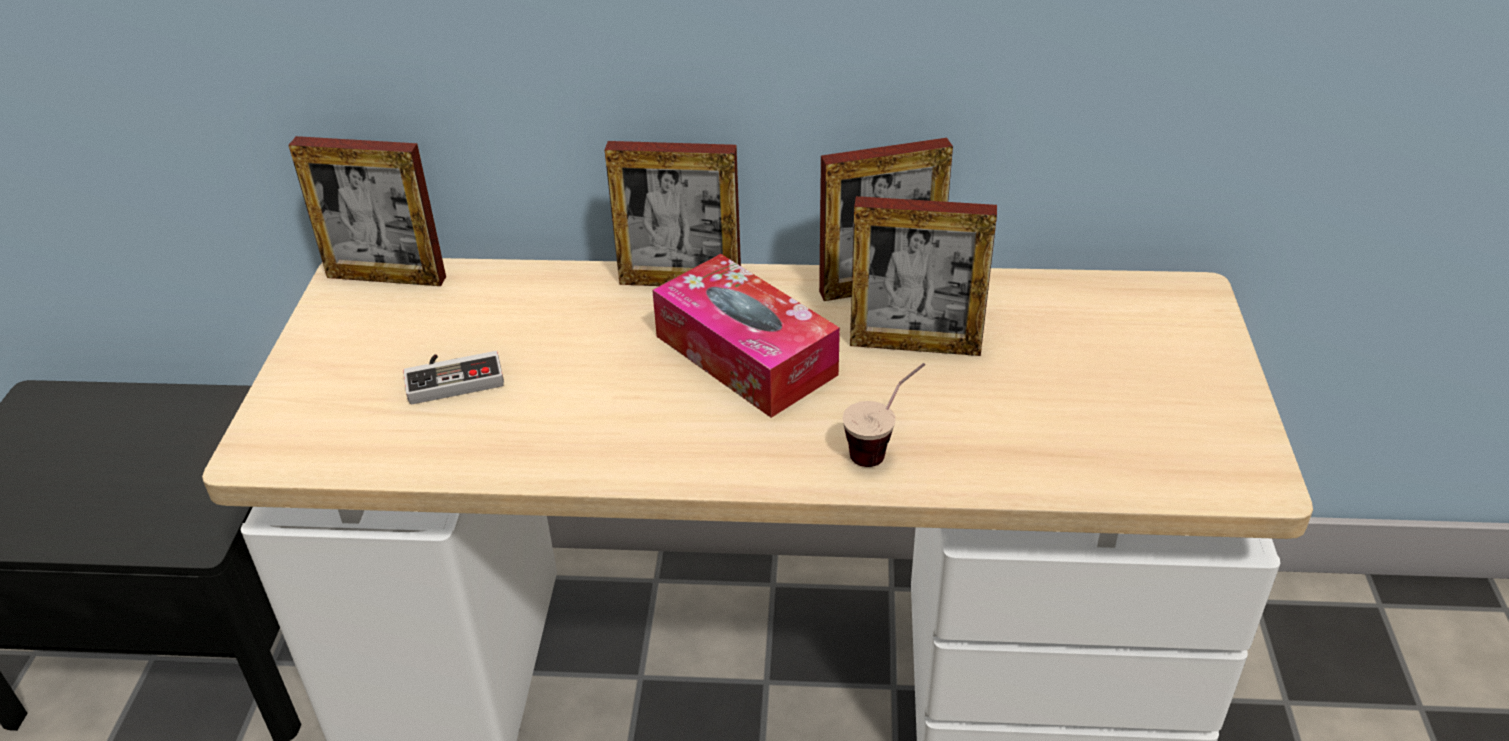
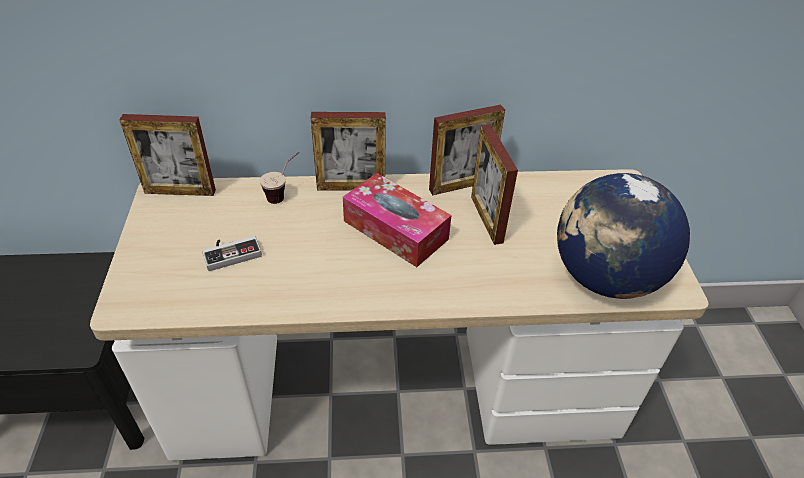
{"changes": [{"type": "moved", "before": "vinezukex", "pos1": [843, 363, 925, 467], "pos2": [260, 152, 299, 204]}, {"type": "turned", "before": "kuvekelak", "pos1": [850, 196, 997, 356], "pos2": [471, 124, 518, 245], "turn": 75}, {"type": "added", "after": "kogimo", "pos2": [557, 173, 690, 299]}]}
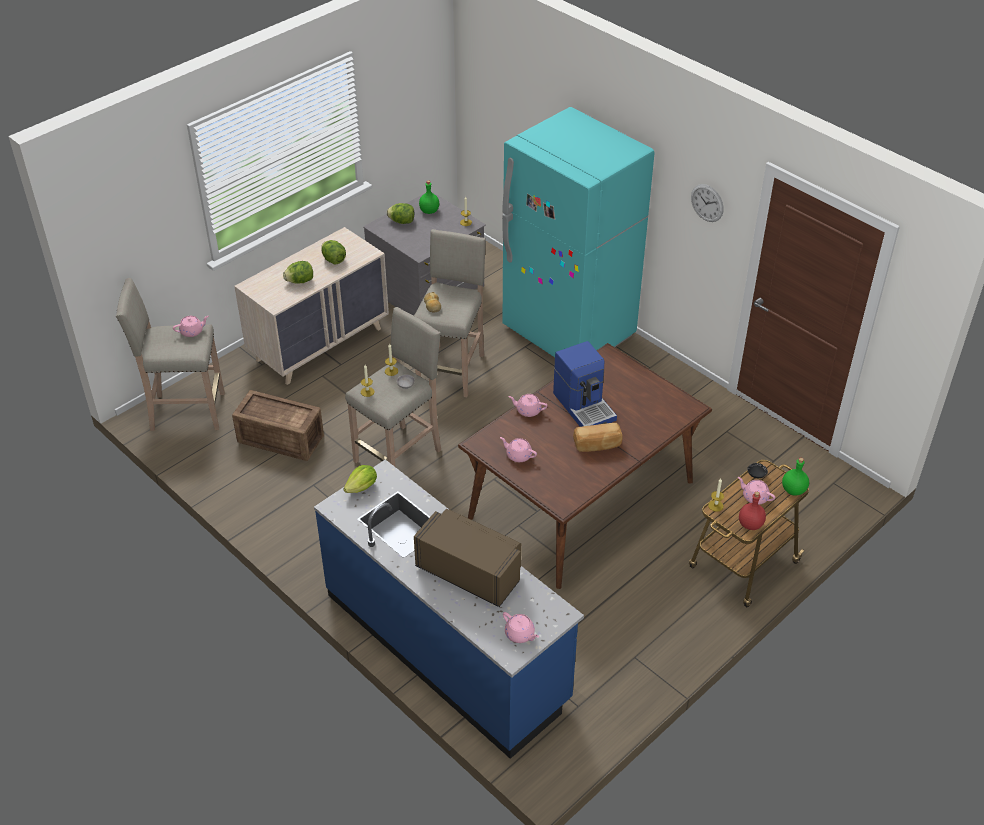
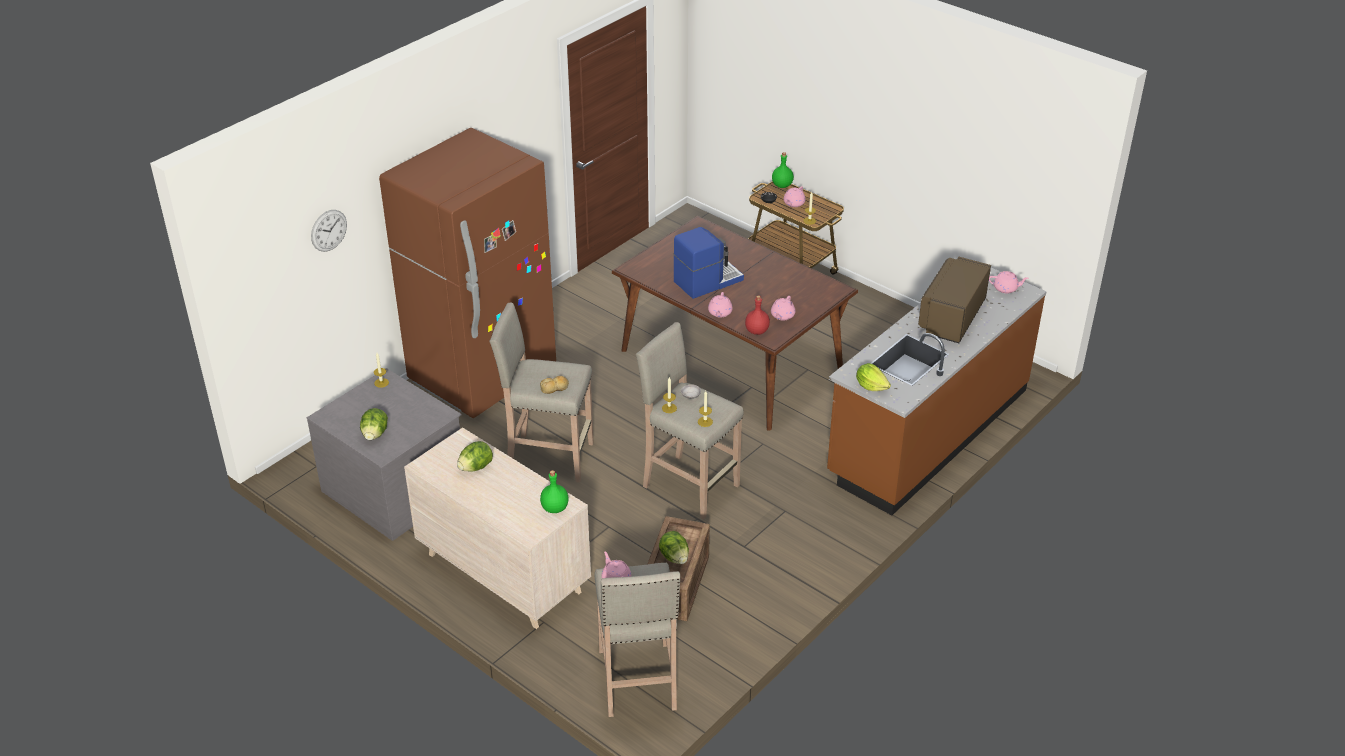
{"changes": [{"type": "moved", "before": "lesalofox", "pos1": [283, 261, 313, 284], "pos2": [659, 531, 689, 564]}, {"type": "recoloured", "before": "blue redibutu", "after": "brown redibutu", "pos1": [314, 459, 584, 759], "pos2": [827, 260, 1047, 515]}, {"type": "moved", "before": "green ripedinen", "pos1": [419, 180, 439, 214], "pos2": [540, 470, 569, 513]}, {"type": "recoloured", "before": "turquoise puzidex", "after": "brown puzidex", "pos1": [502, 107, 655, 357], "pos2": [379, 128, 556, 418]}, {"type": "turned", "before": "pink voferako", "pos1": [503, 612, 539, 643], "pos2": [989, 271, 1029, 293], "turn": 60}, {"type": "removed", "before": "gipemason", "pos1": [573, 423, 623, 452]}, {"type": "moved", "before": "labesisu", "pos1": [691, 184, 724, 222], "pos2": [311, 210, 347, 252]}, {"type": "moved", "before": "red ripedinen", "pos1": [739, 492, 766, 530], "pos2": [745, 295, 770, 335]}]}
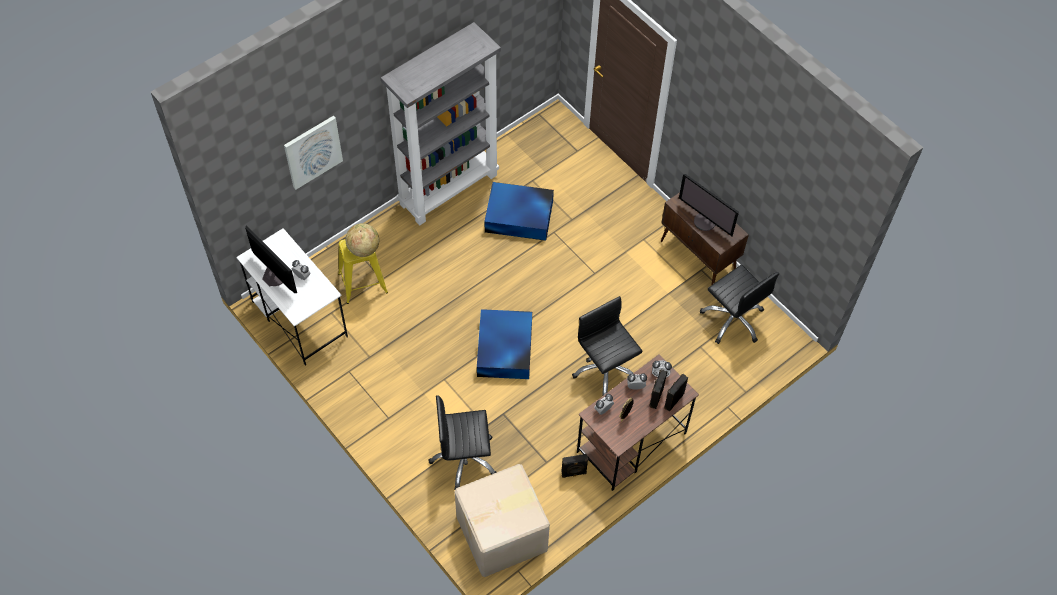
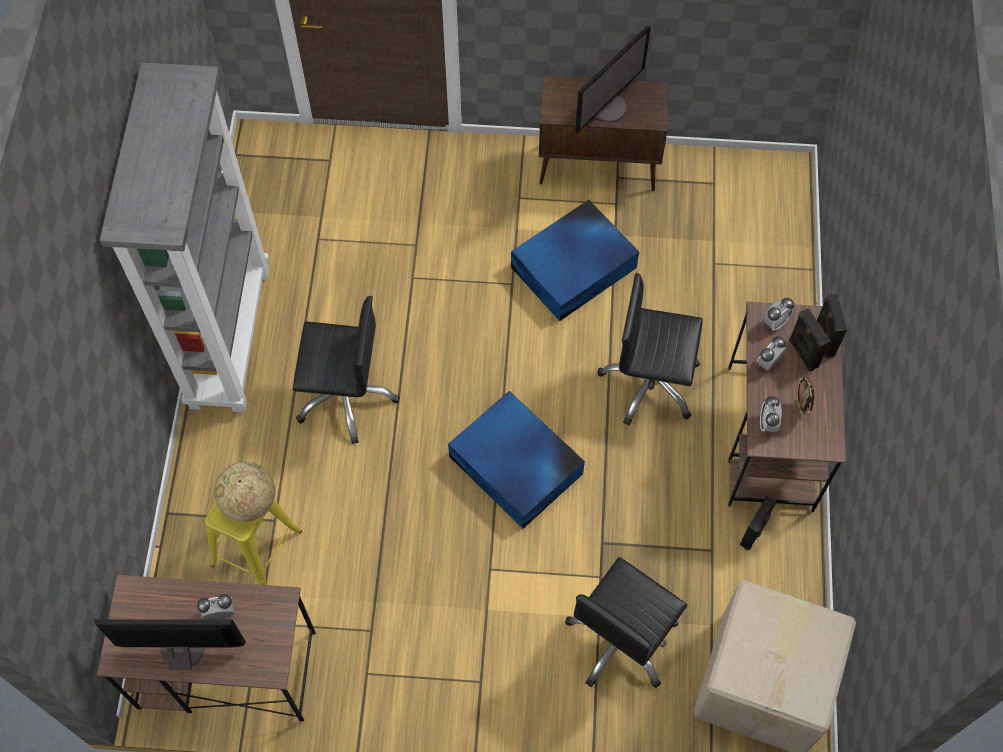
{"changes": [{"type": "recoloured", "before": "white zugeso", "after": "brown zugeso", "pos1": [236, 228, 348, 366], "pos2": [97, 575, 316, 721]}, {"type": "removed", "before": "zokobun", "pos1": [284, 116, 343, 190]}, {"type": "moved", "before": "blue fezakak", "pos1": [484, 182, 554, 241], "pos2": [511, 200, 639, 321]}, {"type": "turned", "before": "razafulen", "pos1": [679, 174, 739, 237], "pos2": [575, 26, 651, 133], "turn": -45}, {"type": "moved", "before": "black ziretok", "pos1": [700, 265, 779, 344], "pos2": [293, 296, 400, 444]}]}
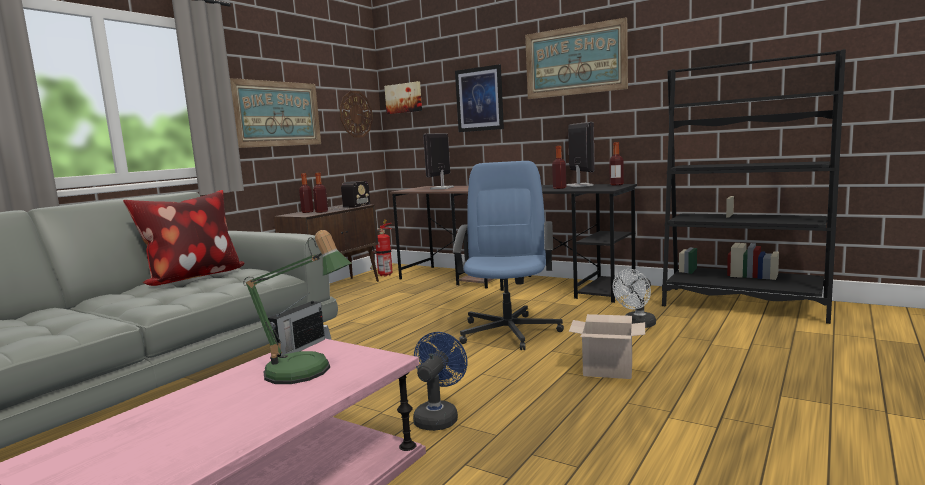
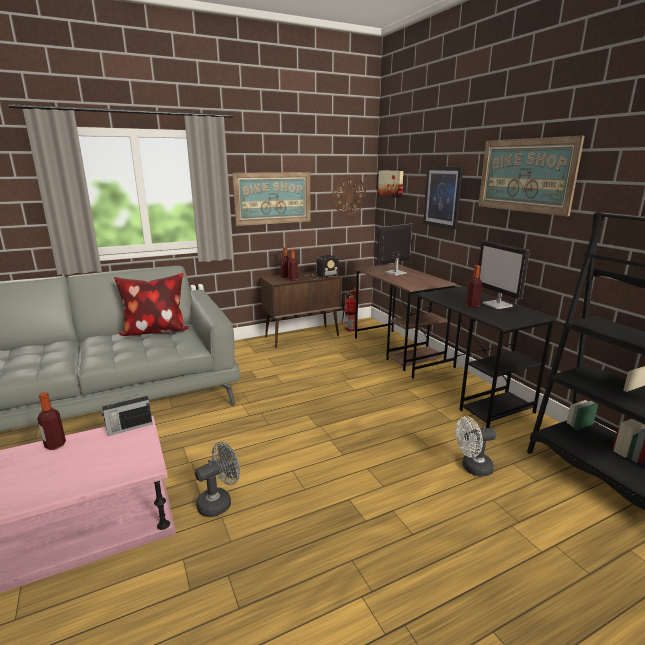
{"changes": [{"type": "removed", "before": "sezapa", "pos1": [243, 230, 351, 384]}, {"type": "recoloured", "before": "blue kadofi", "after": "grey kadofi", "pos1": [413, 332, 468, 431], "pos2": [195, 442, 240, 517]}, {"type": "removed", "before": "blue ziretok", "pos1": [453, 161, 564, 350]}, {"type": "turned", "before": "razafulen", "pos1": [566, 122, 595, 187], "pos2": [479, 240, 530, 309], "turn": 135}, {"type": "removed", "before": "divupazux", "pos1": [569, 314, 645, 379]}, {"type": "moved", "before": "ripedinen", "pos1": [609, 142, 624, 185], "pos2": [37, 392, 66, 450]}]}
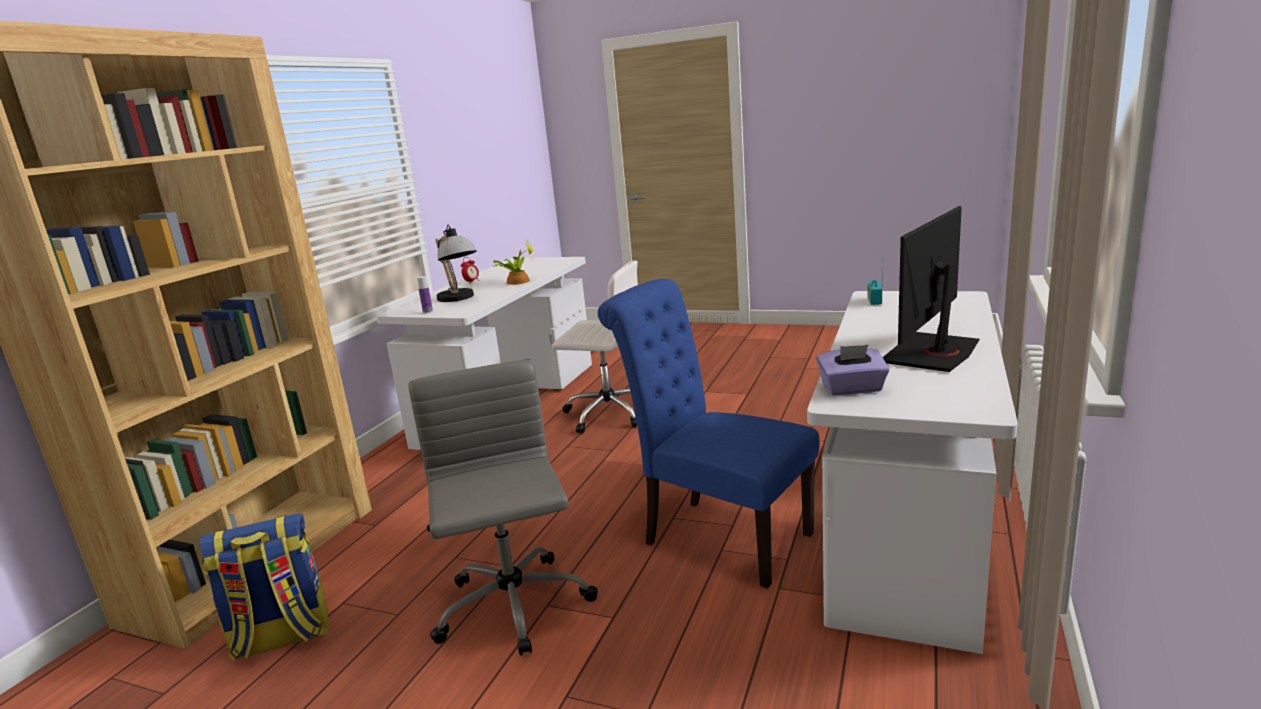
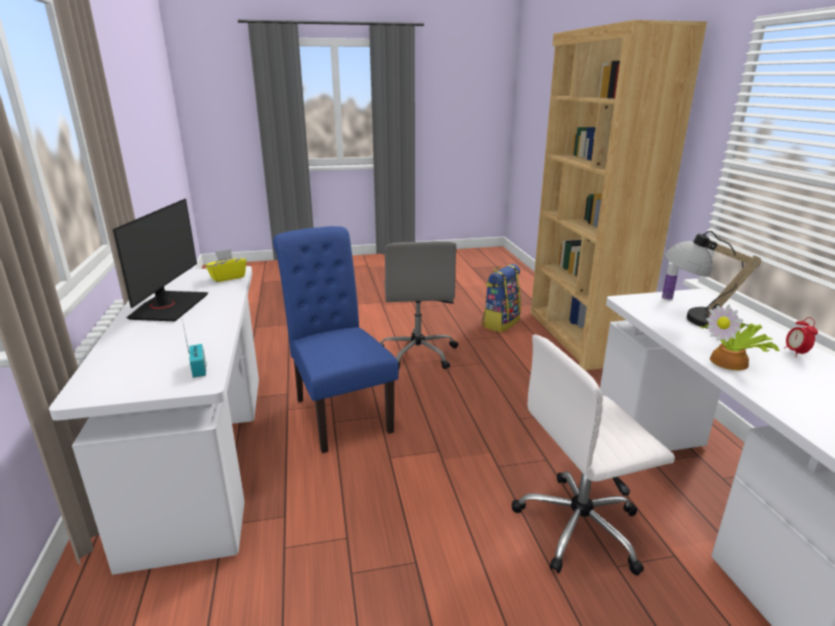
{"changes": [{"type": "turned", "before": "grey ziretok", "pos1": [408, 360, 598, 656], "pos2": [380, 242, 458, 369], "turn": 45}, {"type": "turned", "before": "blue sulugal", "pos1": [598, 279, 819, 589], "pos2": [273, 226, 399, 454], "turn": -120}, {"type": "recoloured", "before": "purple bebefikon", "after": "yellow bebefikon", "pos1": [816, 345, 889, 396], "pos2": [205, 249, 247, 282]}]}
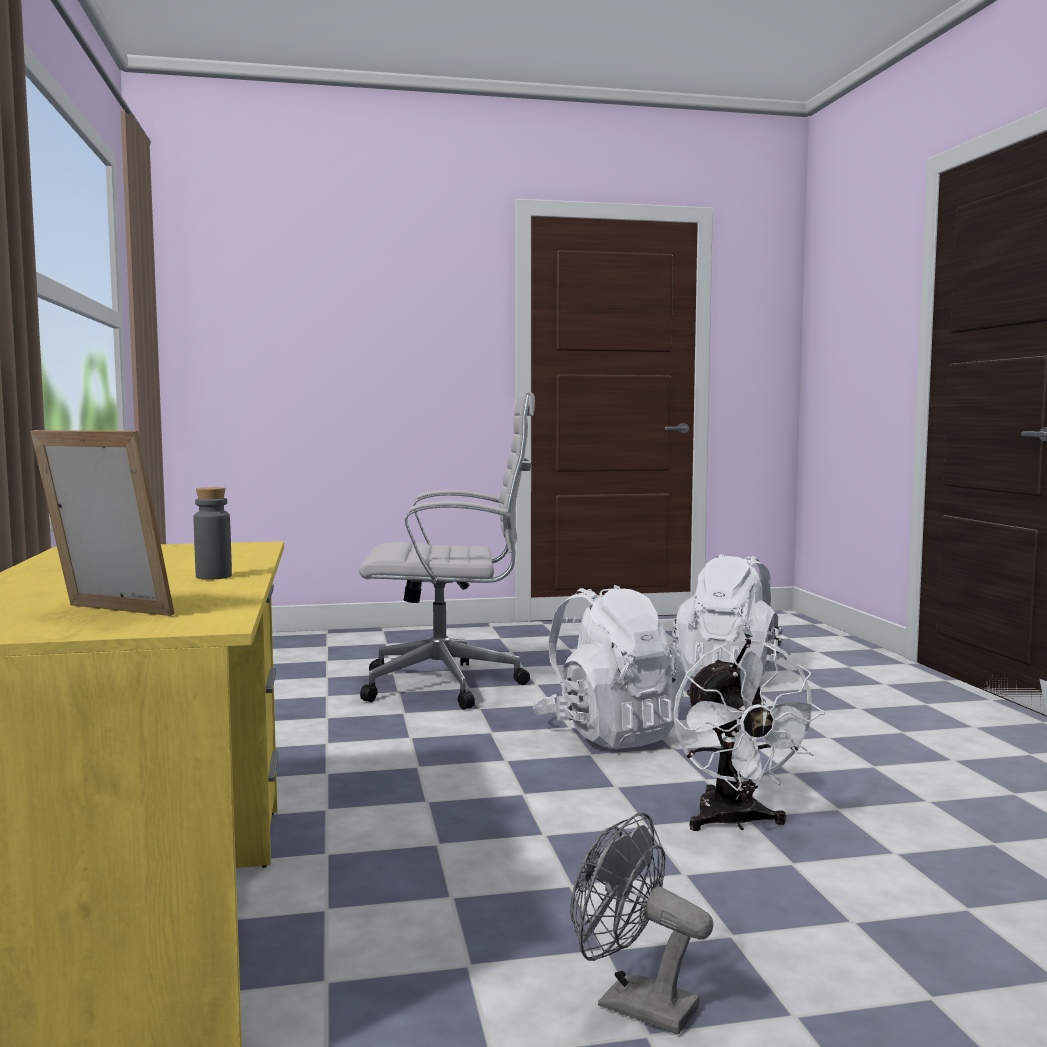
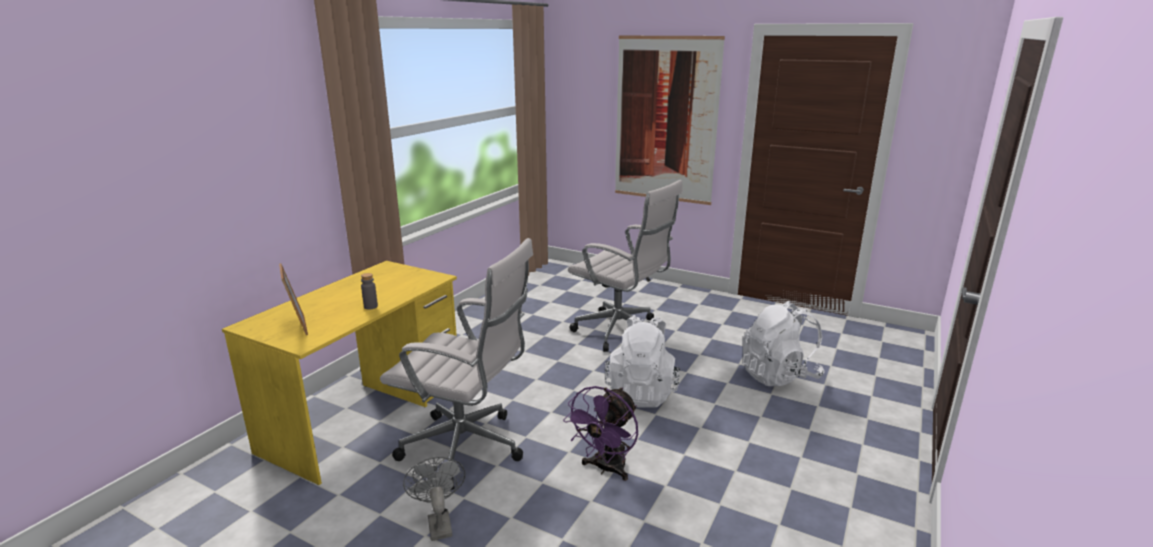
{"changes": [{"type": "recoloured", "before": "white kadofi", "after": "purple kadofi", "pos1": [674, 639, 825, 831], "pos2": [563, 386, 638, 481]}, {"type": "added", "after": "white ziretok", "pos2": [380, 238, 533, 490]}, {"type": "added", "after": "zokobun", "pos2": [615, 36, 725, 205]}]}
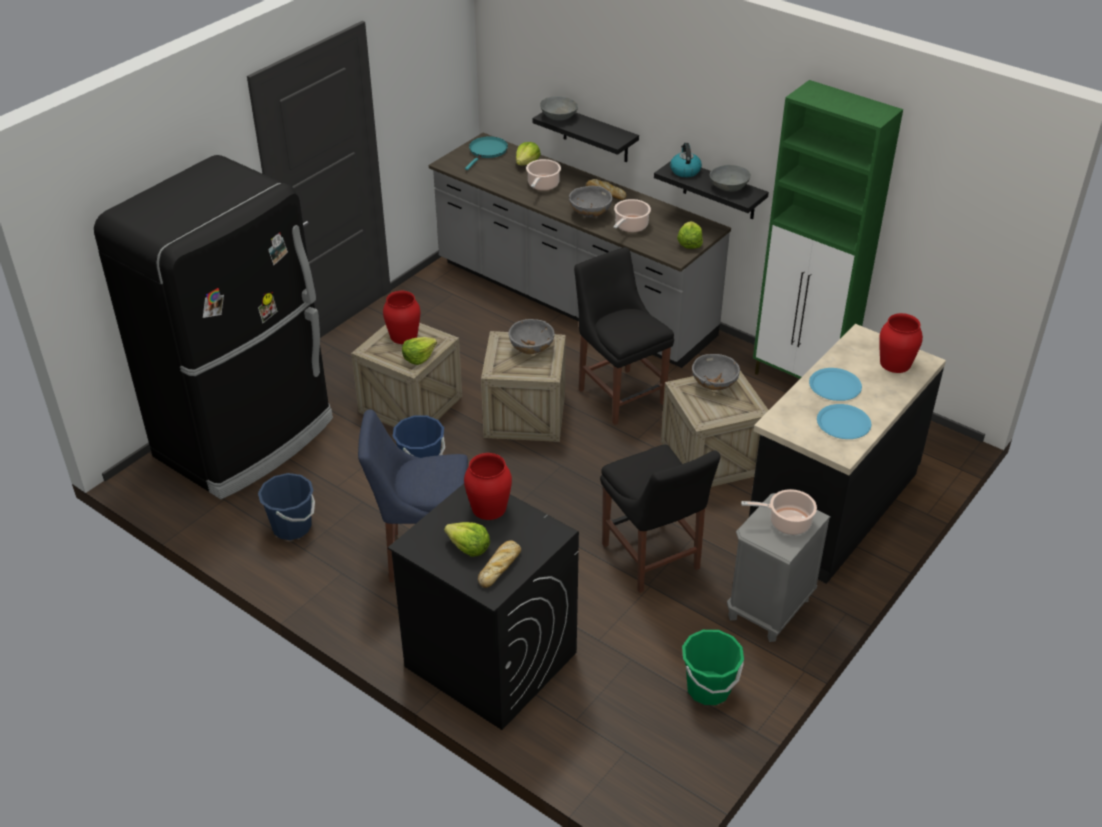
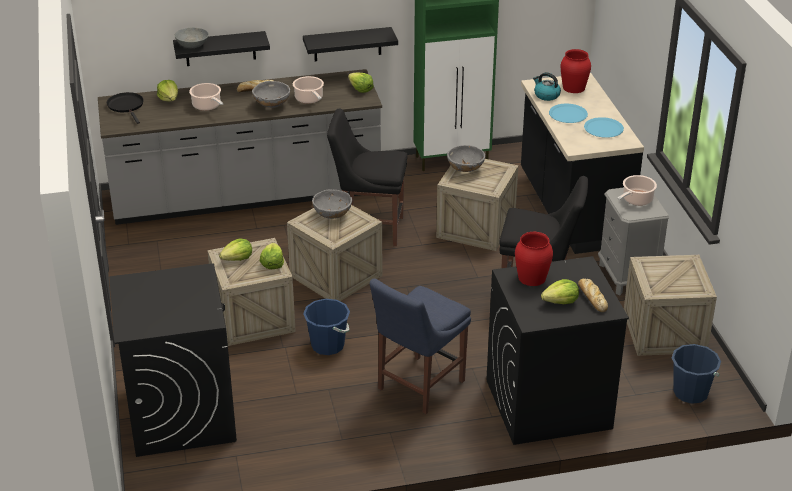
{"changes": [{"type": "replaced", "before": "black puzidex", "after": "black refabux", "pos1": [94, 155, 333, 499], "pos2": [109, 263, 237, 457]}, {"type": "moved", "before": "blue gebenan", "pos1": [258, 473, 315, 540], "pos2": [672, 344, 721, 404]}, {"type": "replaced", "before": "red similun", "after": "lesalofox", "pos1": [383, 291, 420, 344], "pos2": [219, 238, 252, 261]}, {"type": "recoloured", "before": "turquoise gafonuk", "after": "black gafonuk", "pos1": [465, 136, 508, 170], "pos2": [107, 92, 144, 124]}, {"type": "moved", "before": "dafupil", "pos1": [670, 143, 702, 177], "pos2": [533, 72, 561, 101]}, {"type": "replaced", "before": "green gebenan", "after": "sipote", "pos1": [682, 630, 744, 705], "pos2": [624, 255, 717, 356]}, {"type": "removed", "before": "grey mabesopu", "pos1": [709, 165, 751, 192]}]}
